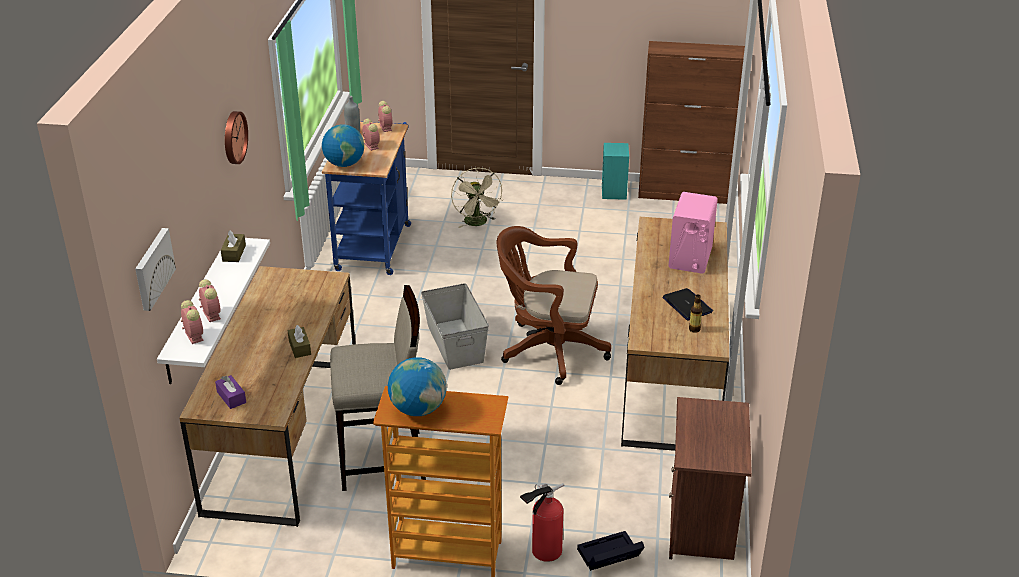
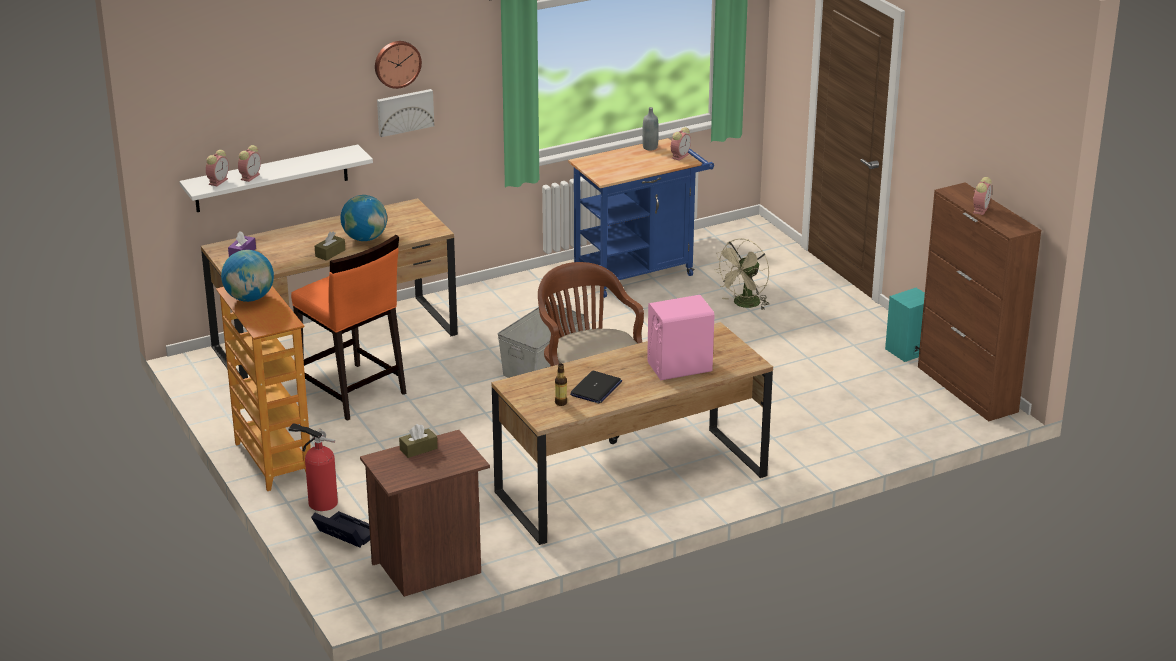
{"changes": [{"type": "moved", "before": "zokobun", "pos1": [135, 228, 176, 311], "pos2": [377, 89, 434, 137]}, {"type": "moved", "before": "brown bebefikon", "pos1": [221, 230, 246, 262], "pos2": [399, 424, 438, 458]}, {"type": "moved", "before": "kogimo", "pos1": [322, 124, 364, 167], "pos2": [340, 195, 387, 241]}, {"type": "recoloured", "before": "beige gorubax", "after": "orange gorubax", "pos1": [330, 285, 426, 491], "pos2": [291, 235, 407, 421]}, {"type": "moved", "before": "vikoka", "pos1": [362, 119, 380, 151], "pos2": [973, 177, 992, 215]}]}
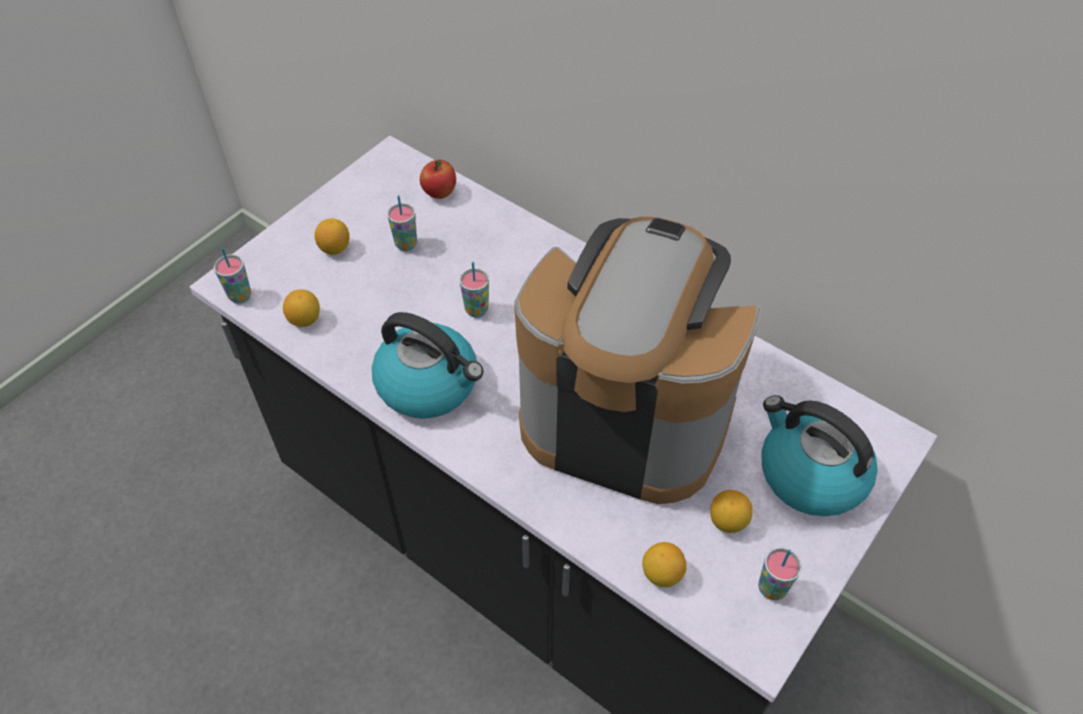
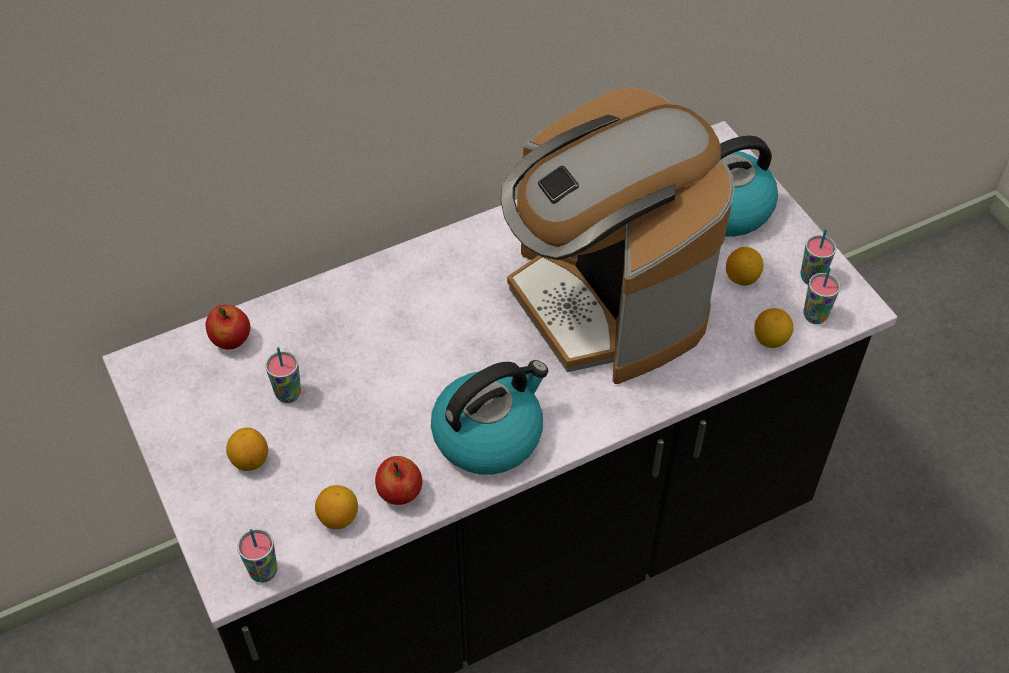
{"changes": [{"type": "moved", "before": "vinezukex", "pos1": [459, 262, 489, 318], "pos2": [803, 267, 840, 324]}, {"type": "turned", "before": "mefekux", "pos1": [514, 217, 762, 504], "pos2": [501, 87, 734, 384], "turn": -75}, {"type": "added", "after": "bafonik", "pos2": [375, 456, 422, 505]}]}
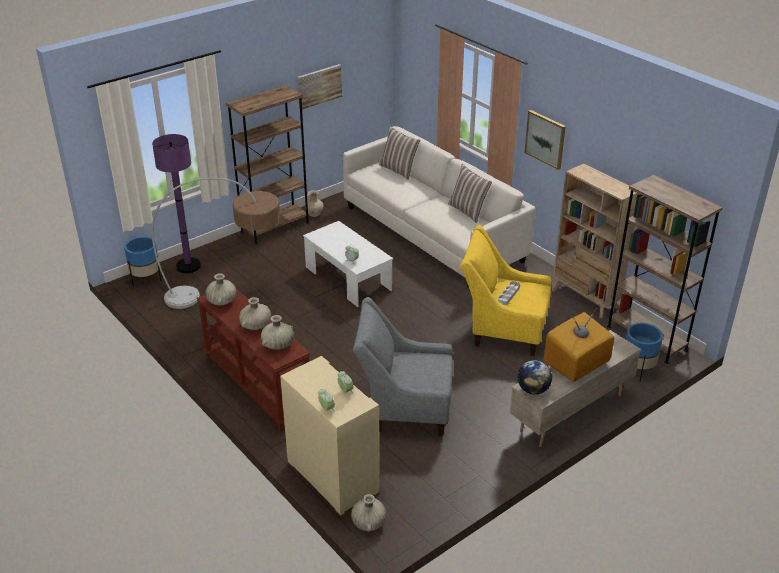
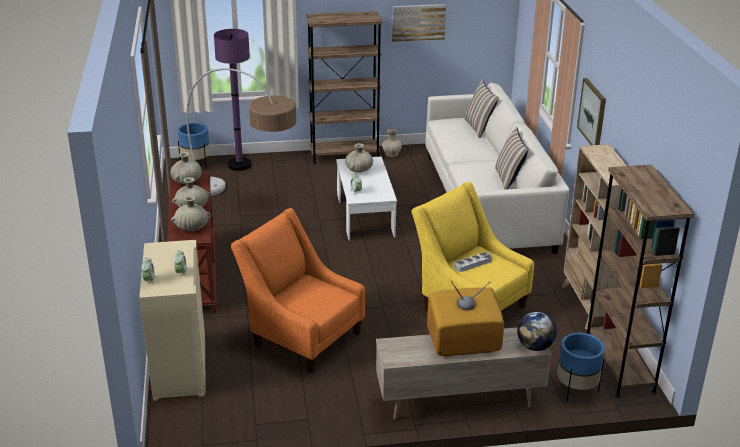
{"changes": [{"type": "moved", "before": "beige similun", "pos1": [351, 494, 386, 532], "pos2": [345, 143, 373, 173]}, {"type": "recoloured", "before": "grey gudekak", "after": "orange gudekak", "pos1": [353, 297, 453, 436], "pos2": [231, 208, 365, 373]}, {"type": "moved", "before": "kogimo", "pos1": [518, 360, 552, 395], "pos2": [517, 312, 557, 351]}]}
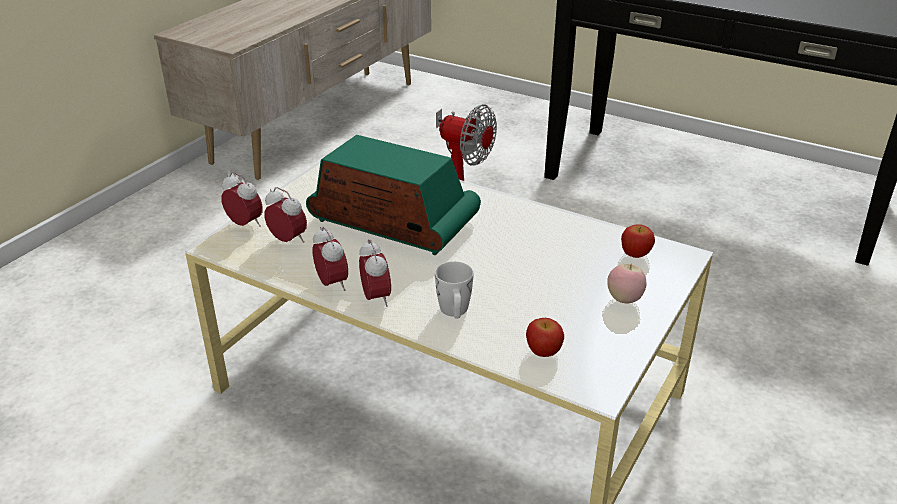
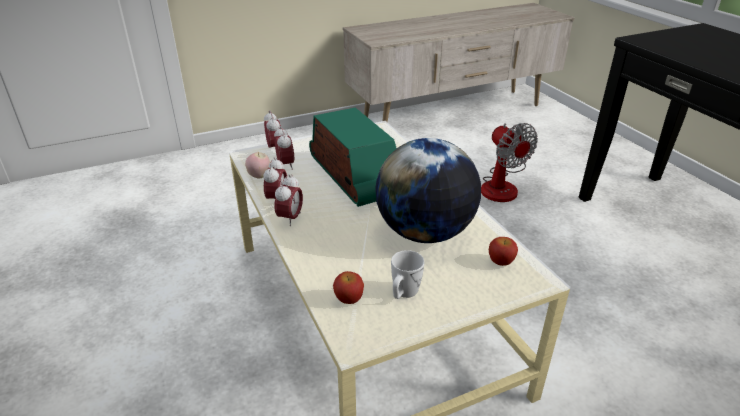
{"changes": [{"type": "moved", "before": "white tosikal", "pos1": [435, 261, 474, 319], "pos2": [391, 250, 424, 299]}, {"type": "moved", "before": "bafonik", "pos1": [607, 264, 647, 303], "pos2": [245, 152, 270, 179]}, {"type": "added", "after": "kogimo", "pos2": [375, 138, 481, 243]}]}
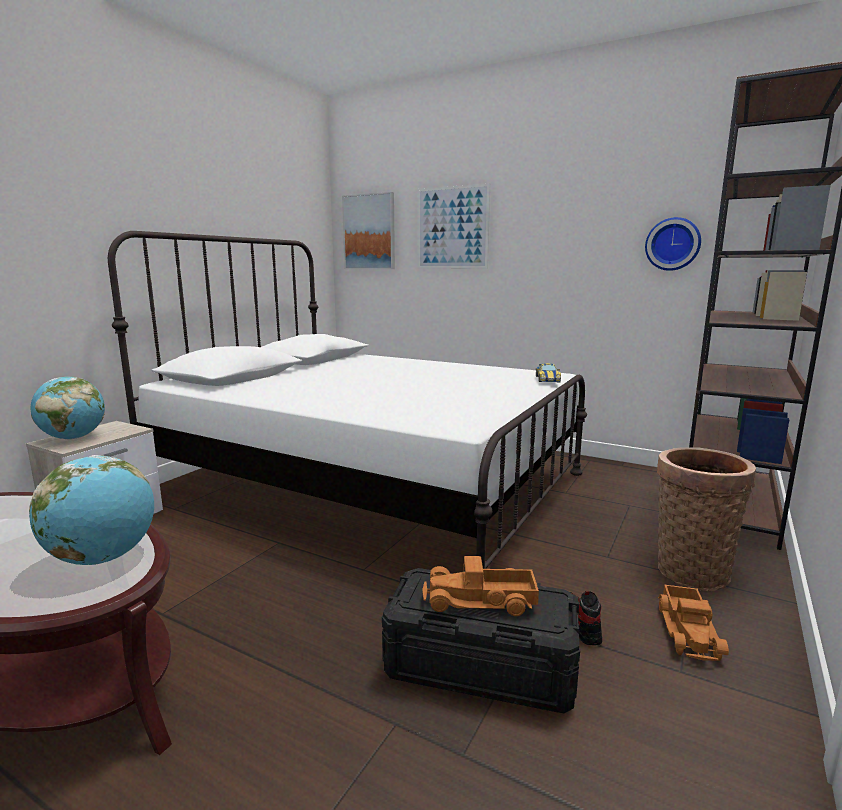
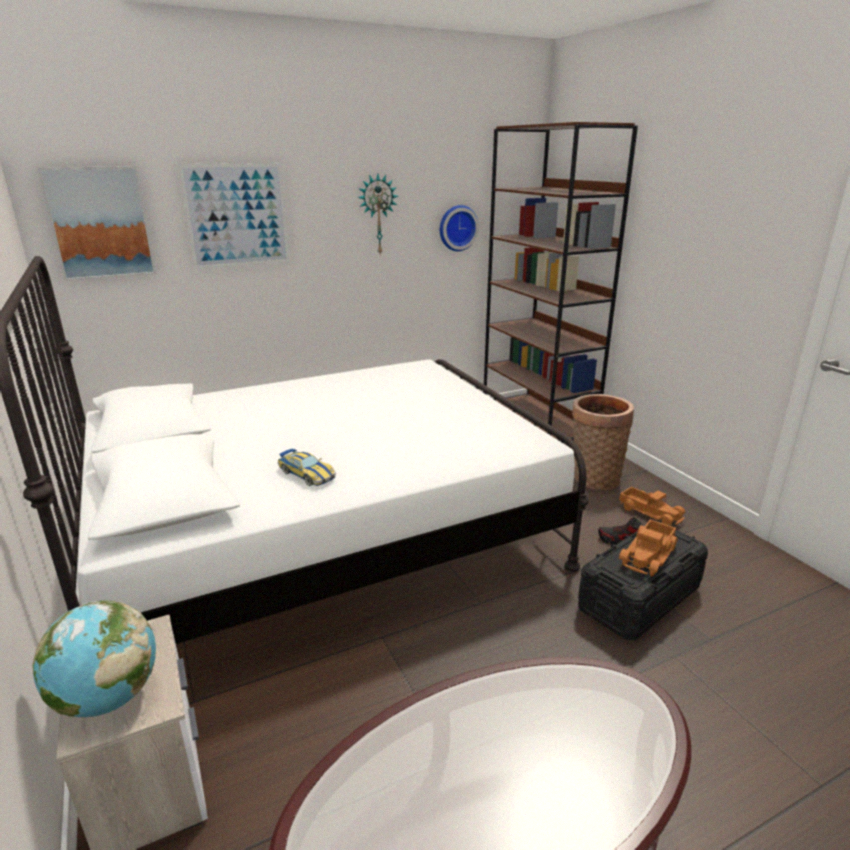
{"changes": [{"type": "removed", "before": "kogimo", "pos1": [29, 455, 154, 565]}, {"type": "moved", "before": "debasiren", "pos1": [536, 363, 561, 382], "pos2": [277, 449, 336, 486]}, {"type": "added", "after": "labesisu", "pos2": [358, 174, 398, 254]}]}
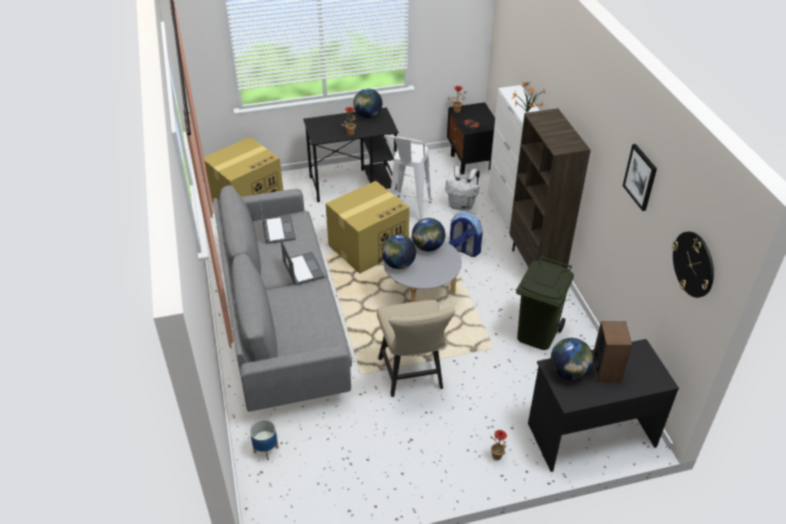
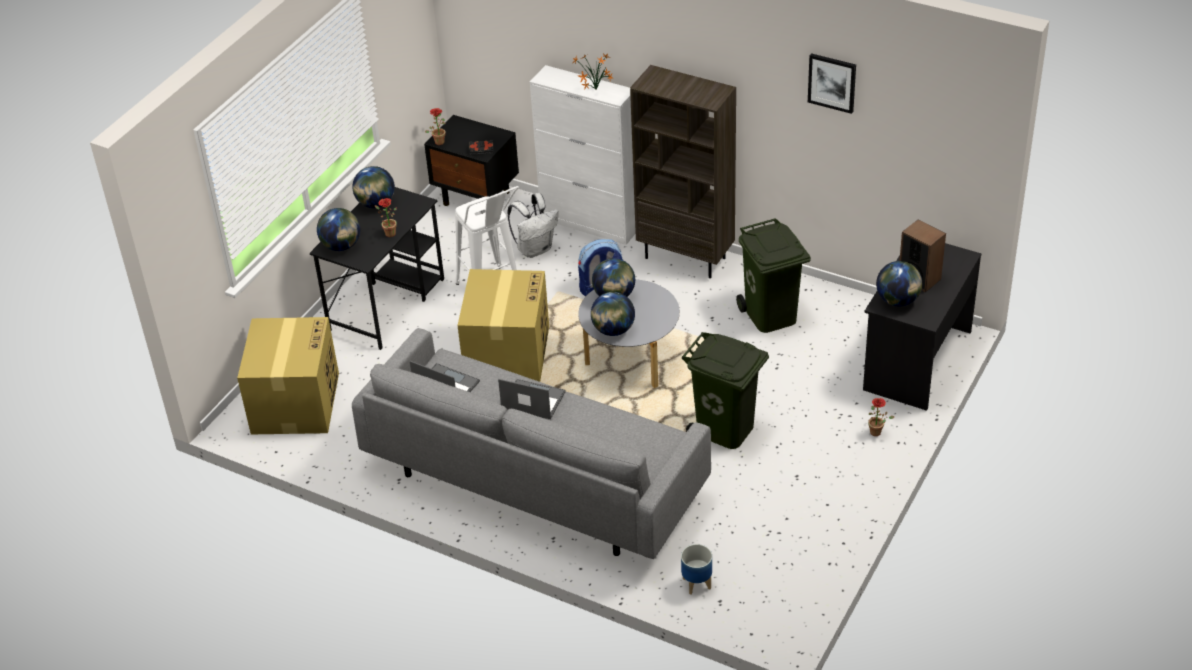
{"changes": [{"type": "replaced", "before": "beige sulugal", "after": "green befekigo", "pos1": [377, 300, 455, 397], "pos2": [682, 332, 769, 449]}, {"type": "removed", "before": "labesisu", "pos1": [672, 231, 714, 298]}, {"type": "added", "after": "kogimo", "pos2": [317, 208, 360, 251]}]}
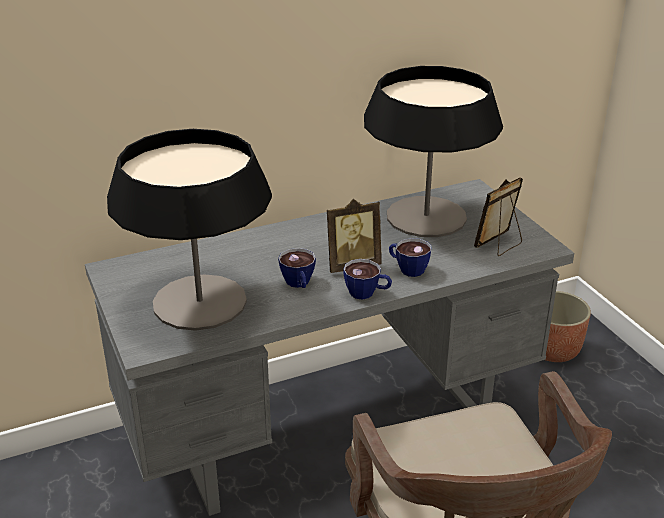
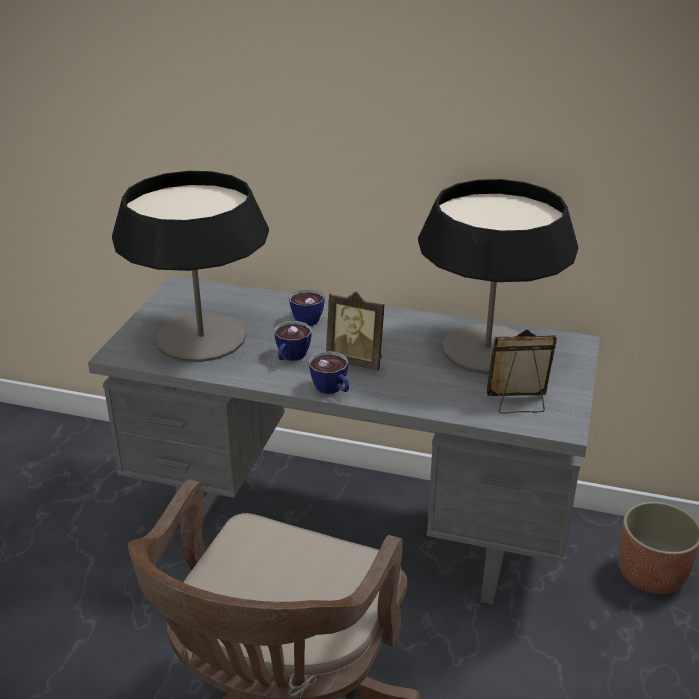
{"changes": [{"type": "moved", "before": "vinezukex", "pos1": [389, 238, 432, 277], "pos2": [289, 289, 325, 326]}]}
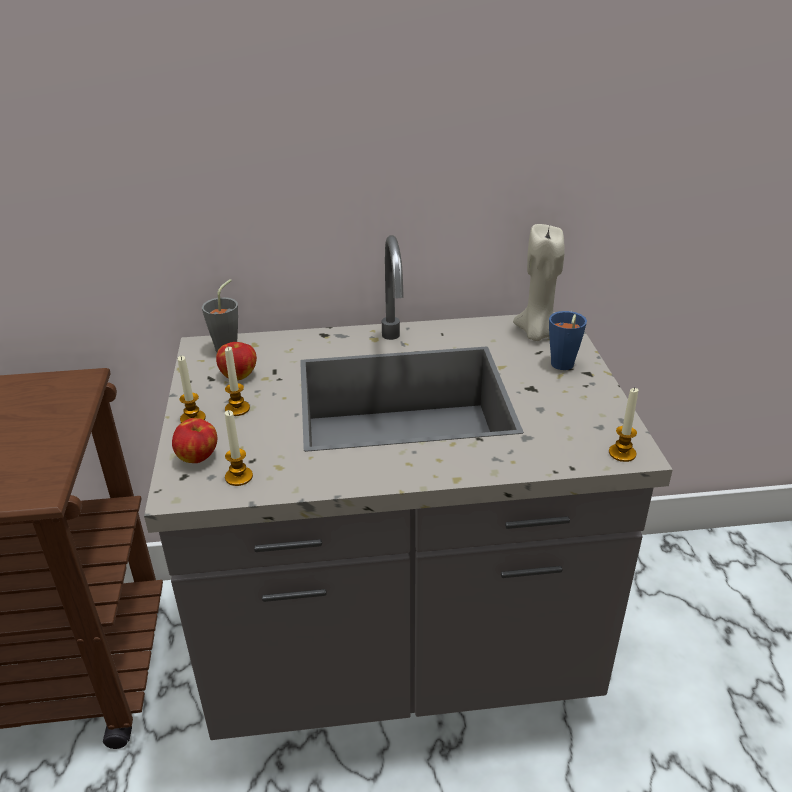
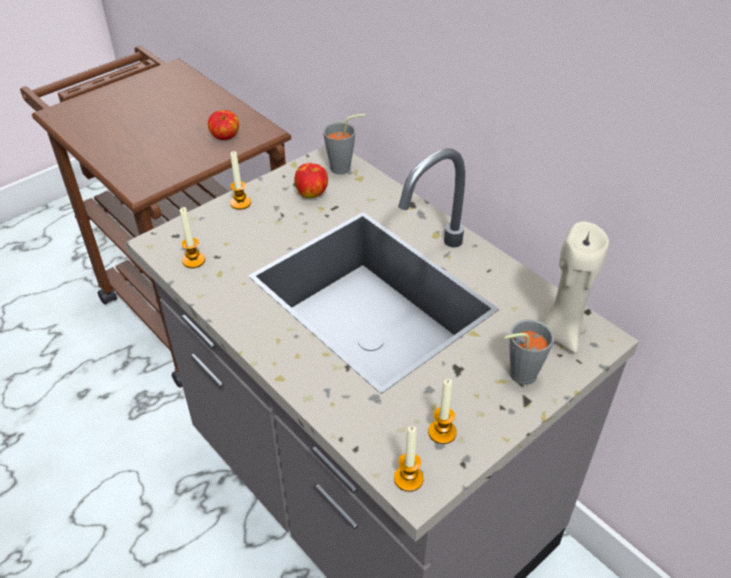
{"changes": [{"type": "moved", "before": "bafonik", "pos1": [172, 418, 217, 463], "pos2": [208, 110, 239, 140]}, {"type": "moved", "before": "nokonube", "pos1": [225, 347, 250, 416], "pos2": [428, 379, 457, 444]}, {"type": "recoloured", "before": "blue vinezukex", "after": "grey vinezukex", "pos1": [549, 311, 587, 370], "pos2": [504, 319, 554, 385]}]}
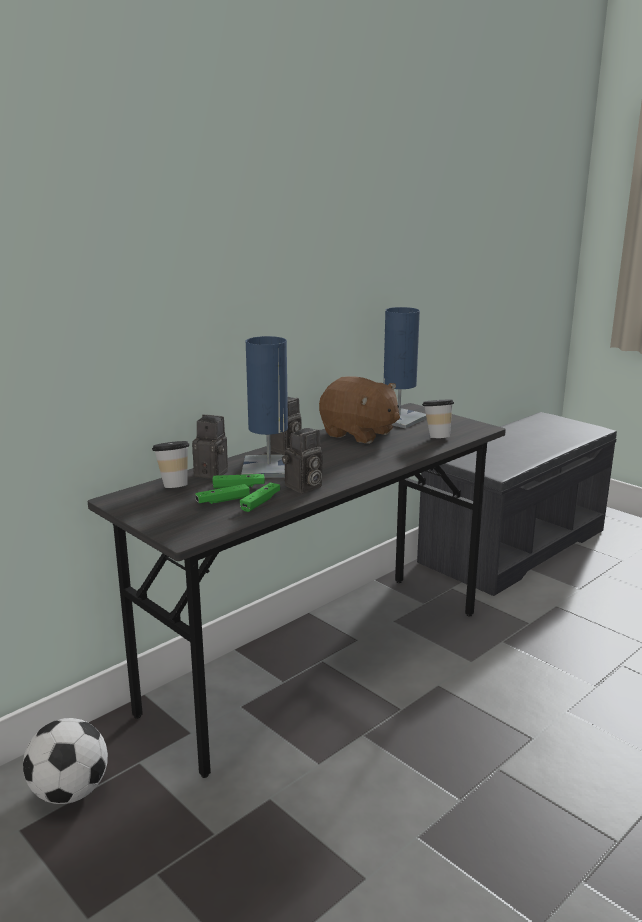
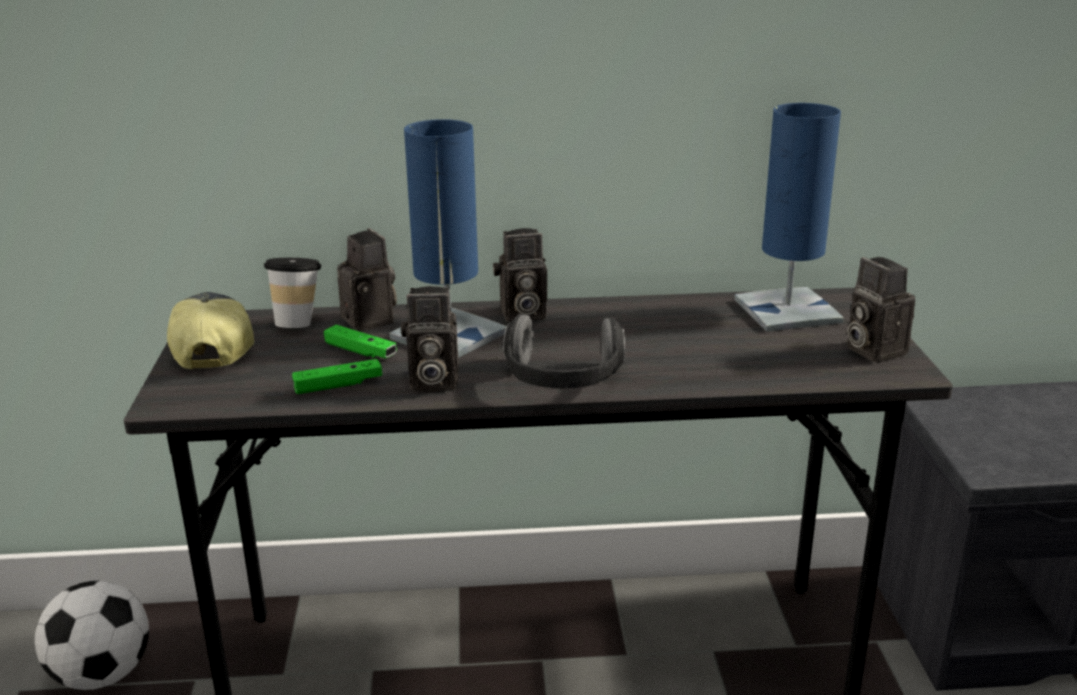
{"changes": [{"type": "removed", "before": "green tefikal", "pos1": [195, 484, 250, 504]}, {"type": "removed", "before": "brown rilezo", "pos1": [319, 376, 400, 444]}, {"type": "removed", "before": "vinezukex", "pos1": [422, 400, 454, 438]}, {"type": "added", "after": "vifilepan", "pos2": [167, 292, 254, 369]}, {"type": "added", "after": "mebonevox", "pos2": [503, 314, 625, 388]}, {"type": "added", "after": "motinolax", "pos2": [847, 257, 915, 363]}]}
